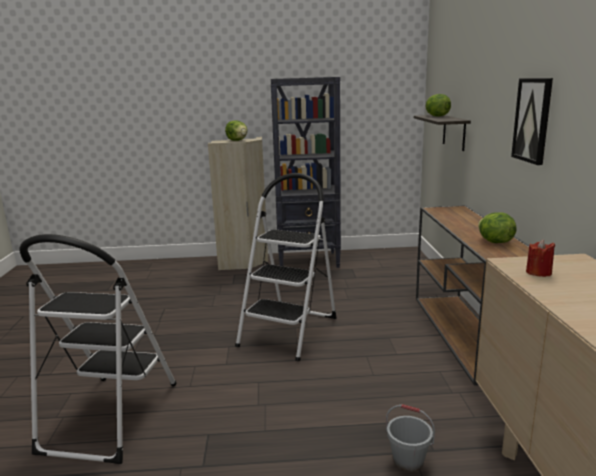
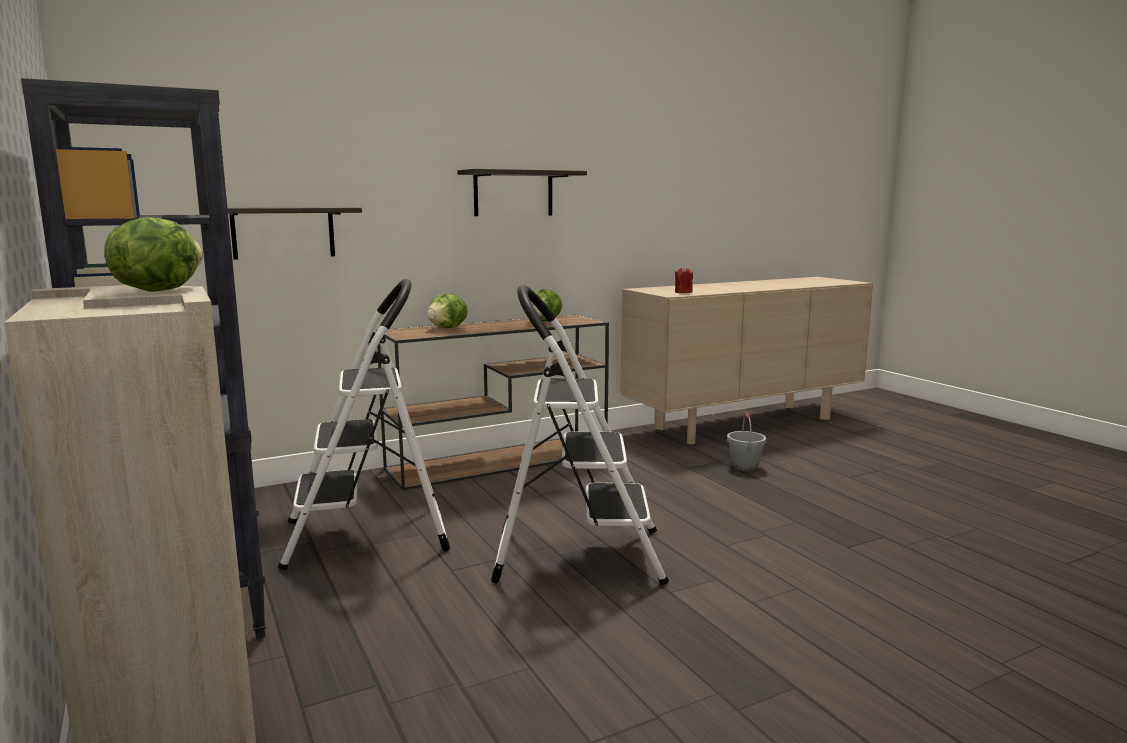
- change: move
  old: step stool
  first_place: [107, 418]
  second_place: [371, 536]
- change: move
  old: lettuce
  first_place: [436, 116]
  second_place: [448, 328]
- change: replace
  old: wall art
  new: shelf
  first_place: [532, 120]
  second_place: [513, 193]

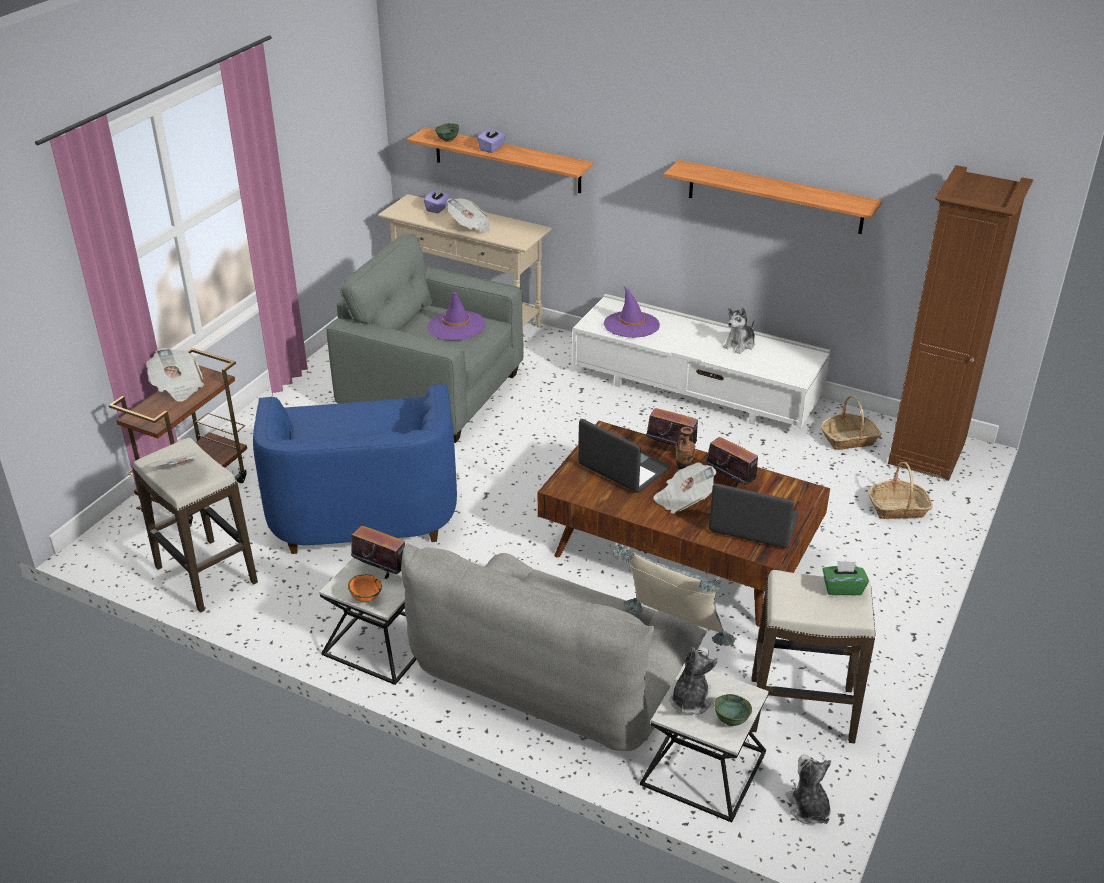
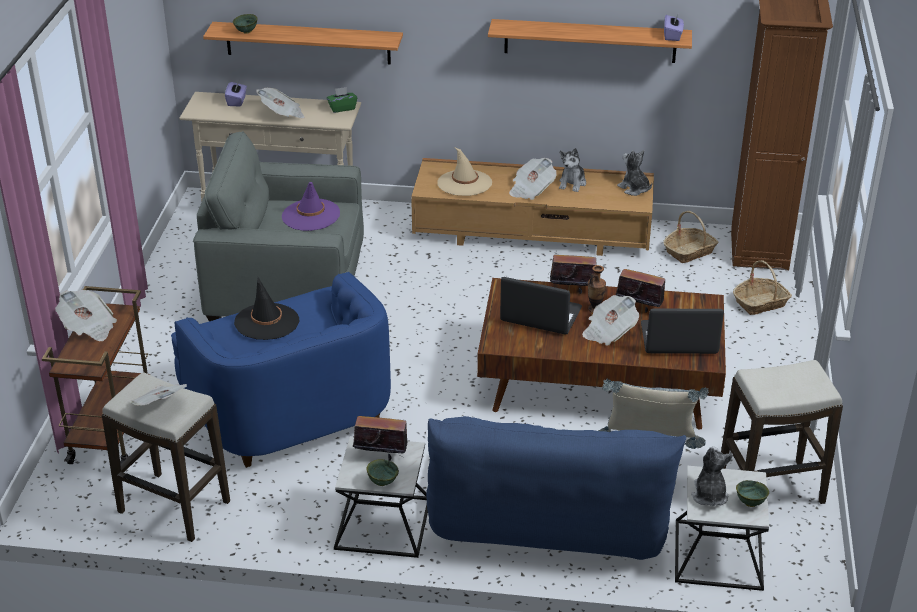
- change: recolor
  old: orangey serving bowl
  new: green serving bowl
  first_place: [366, 598]
  second_place: [382, 482]
- change: recolor
  old: greyish sofa
  new: blue sofa
  first_place: [556, 668]
  second_place: [551, 507]
- change: move
  old: purplish tissue box
  first_place: [492, 148]
  second_place: [672, 36]
- change: recolor
  old: whitish tv unit
  new: brown tv unit
  first_place: [696, 388]
  second_place: [533, 232]
- change: recolor
  old: purplish clothing hat
  new: beige clothing hat
  first_place: [631, 325]
  second_place: [464, 183]
- change: move
  old: cuddly toy
  first_place: [808, 808]
  second_place: [634, 189]
- change: move
  old: green tissue box
  first_place: [842, 588]
  second_place: [342, 108]
- change: insert
  new: black-coloured clothing hat
  second_place: [267, 322]
- change: insert
  new: printed paper
  second_place: [531, 190]

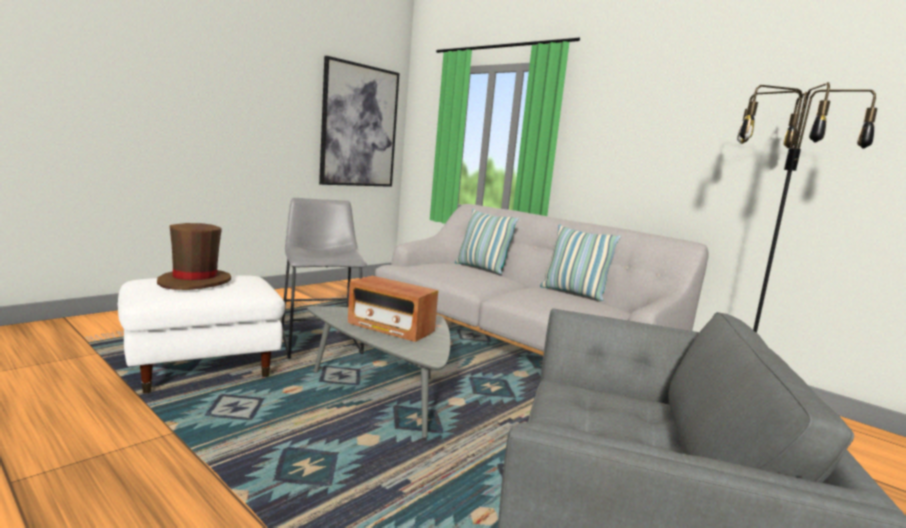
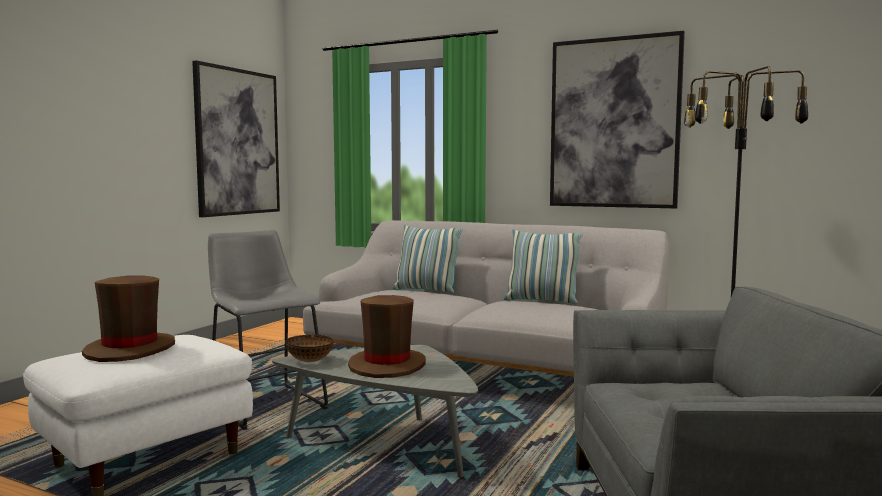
- change: replace
  old: radio receiver
  new: brown clothing hat
  first_place: [390, 328]
  second_place: [387, 365]
- change: insert
  new: serving bowl
  second_place: [310, 361]
- change: insert
  new: wall art
  second_place: [614, 123]

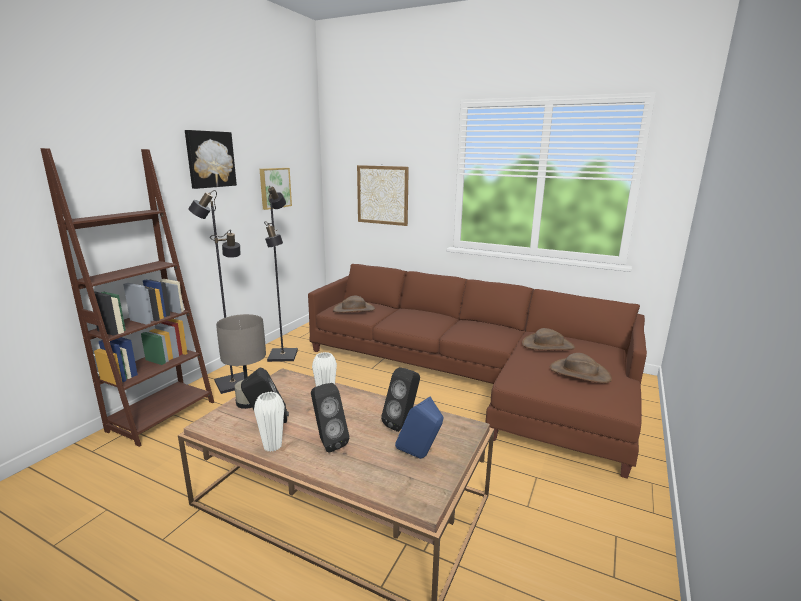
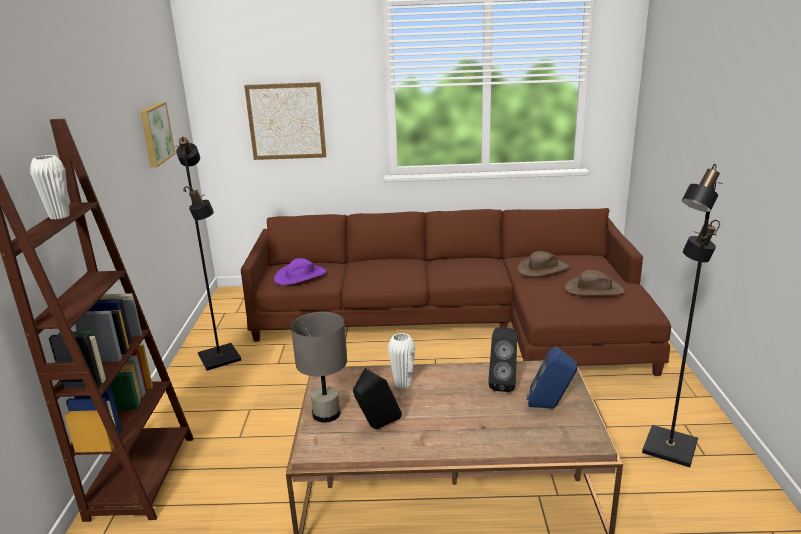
- change: delete
  old: wall art
  first_place: [210, 159]
- change: move
  old: black-coloured floor lamp
  first_place: [233, 383]
  second_place: [670, 447]
- change: move
  old: whitish flower vase
  first_place: [272, 446]
  second_place: [59, 216]
- change: delete
  old: black-coloured speaker
  first_place: [327, 442]
- change: recolor
  old: brown clothing hat
  new: purplish clothing hat
  first_place: [354, 309]
  second_place: [300, 276]

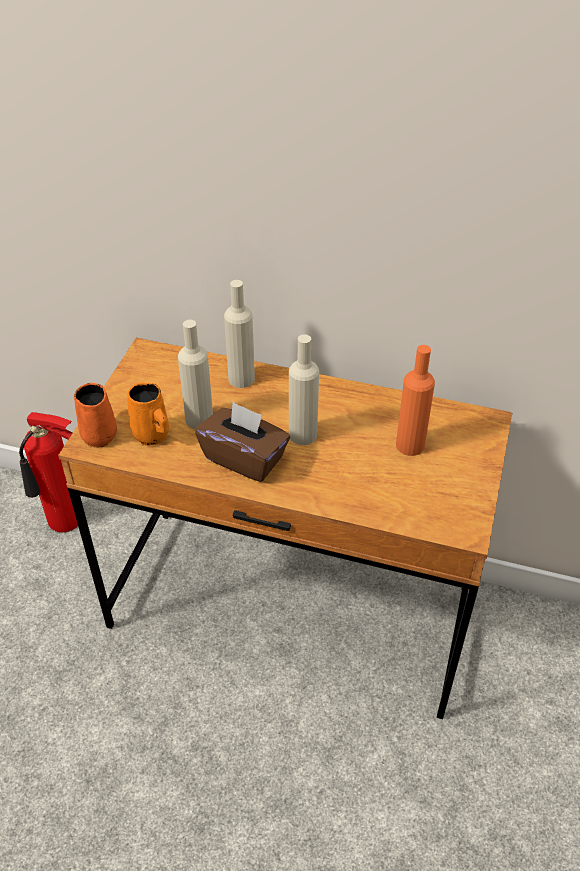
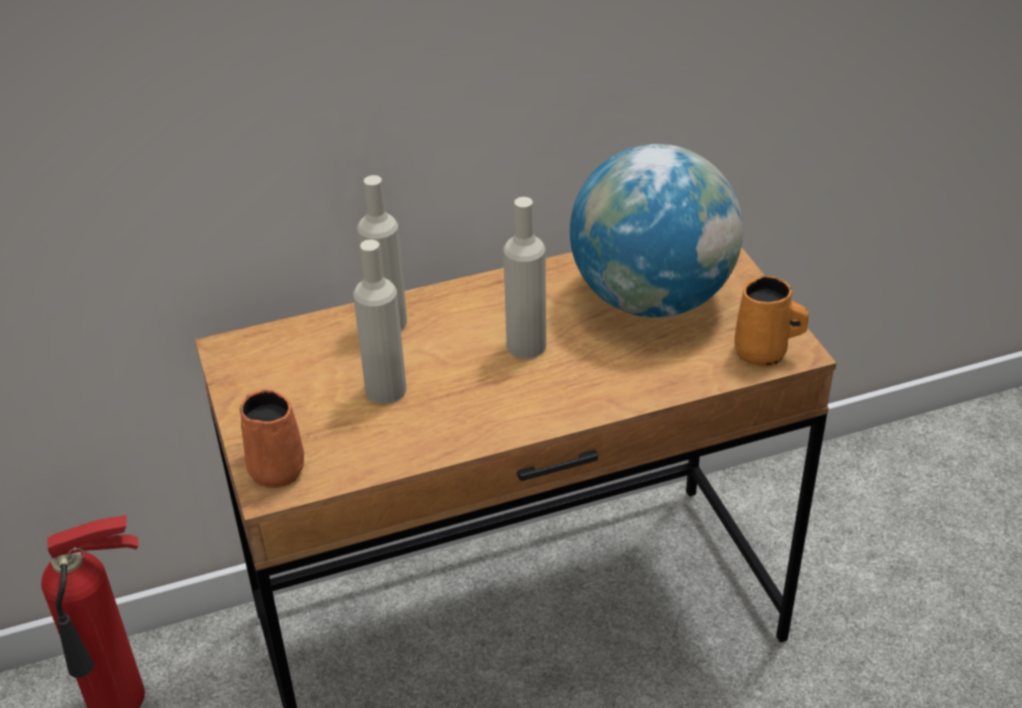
- change: move
  old: orangey coffee mug
  first_place: [152, 435]
  second_place: [763, 353]
- change: delete
  old: brown tissue box
  first_place: [244, 458]
- change: replace
  old: orangey beverage bottle
  new: desk globe
  first_place: [410, 445]
  second_place: [652, 299]

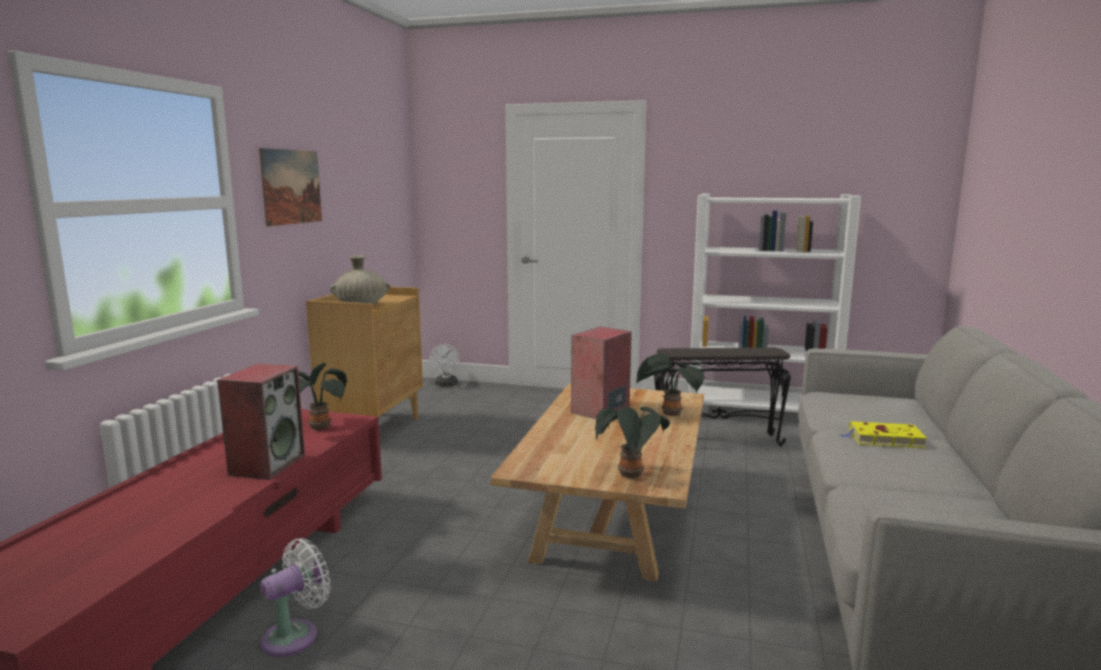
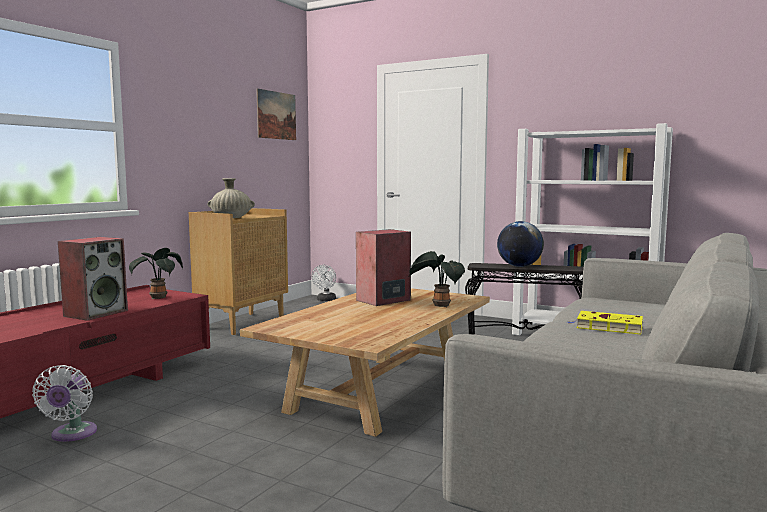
- change: move
  old: wall art
  first_place: [291, 187]
  second_place: [276, 115]
- change: rotate
  old: whitish fan
  first_place: [295, 635]
  second_place: [72, 434]
  degrees: 120
- change: delete
  old: plant in a pot
  first_place: [631, 476]
- change: insert
  new: desk globe
  second_place: [519, 266]

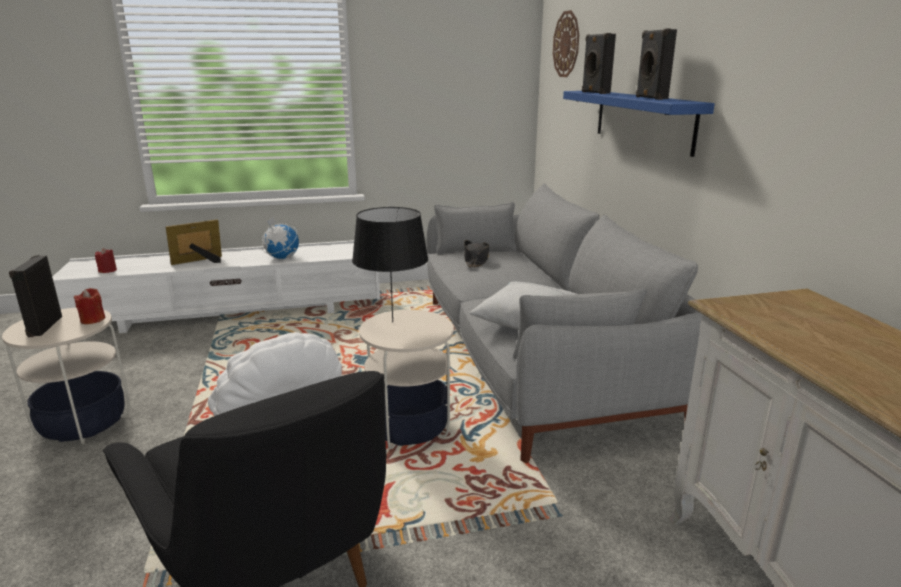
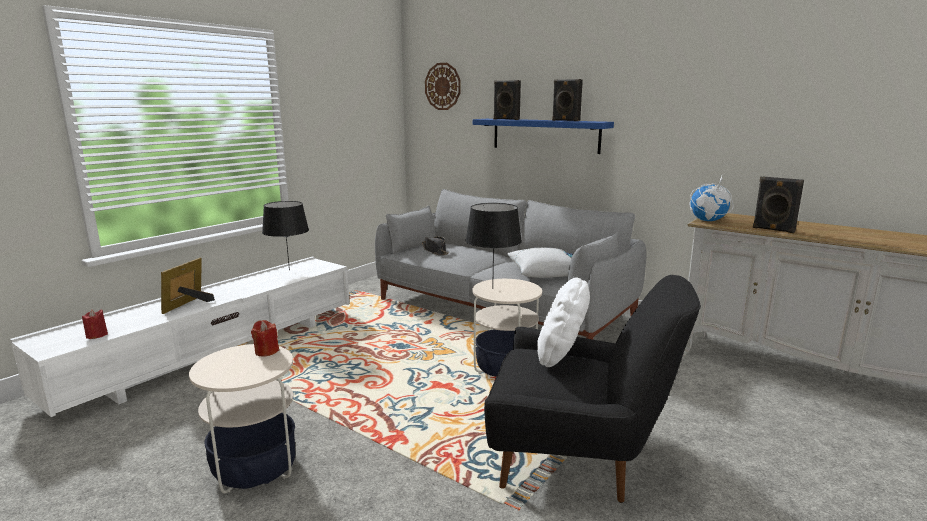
- change: move
  old: black-coloured speaker
  first_place: [43, 326]
  second_place: [773, 230]
- change: move
  old: desk globe
  first_place: [282, 258]
  second_place: [707, 221]
- change: insert
  new: black-coloured table lamp
  second_place: [289, 270]

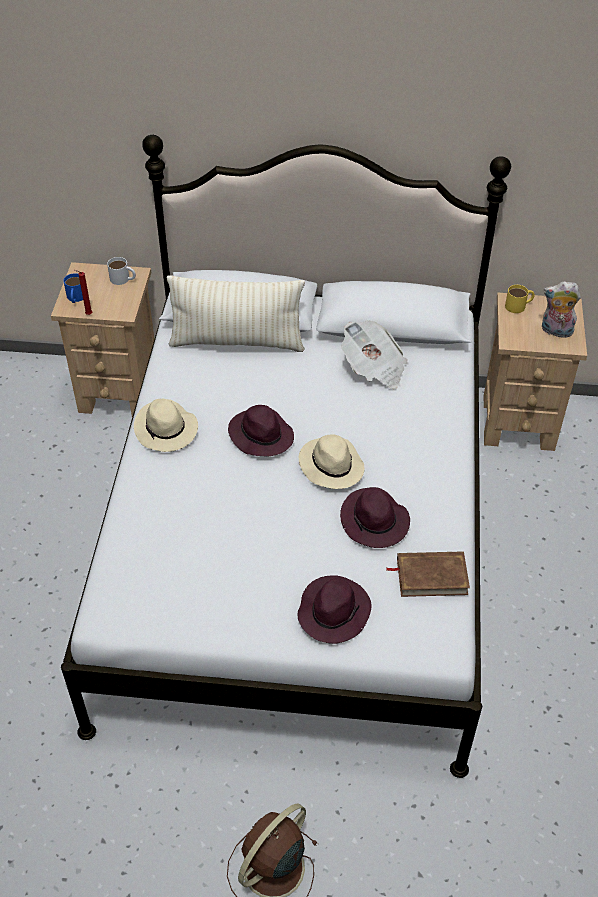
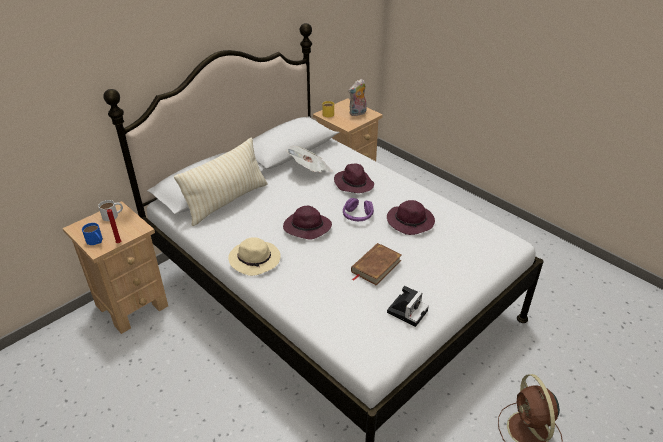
- change: move
  old: purplish clothing hat
  first_place: [333, 611]
  second_place: [353, 183]
- change: replace
  old: beige clothing hat
  new: purplish pair of headphones
  first_place: [330, 465]
  second_place: [357, 216]
- change: move
  old: brown book
  first_place: [431, 576]
  second_place: [375, 266]
- change: insert
  new: still camera
  second_place: [407, 310]

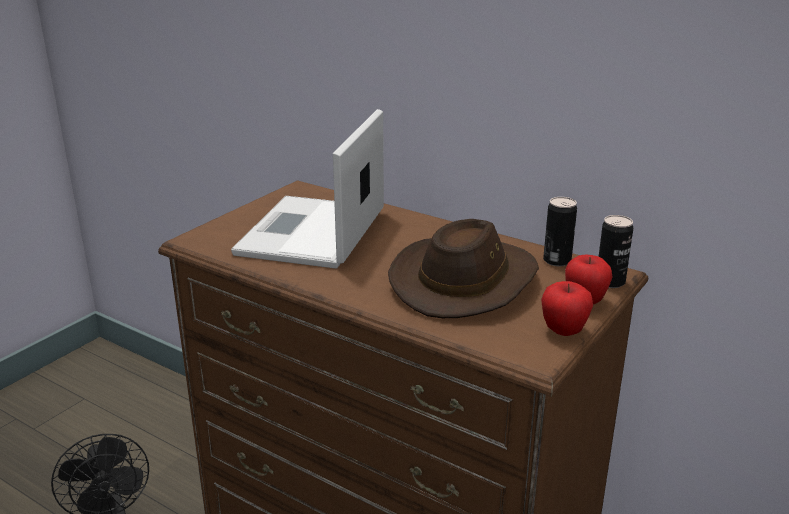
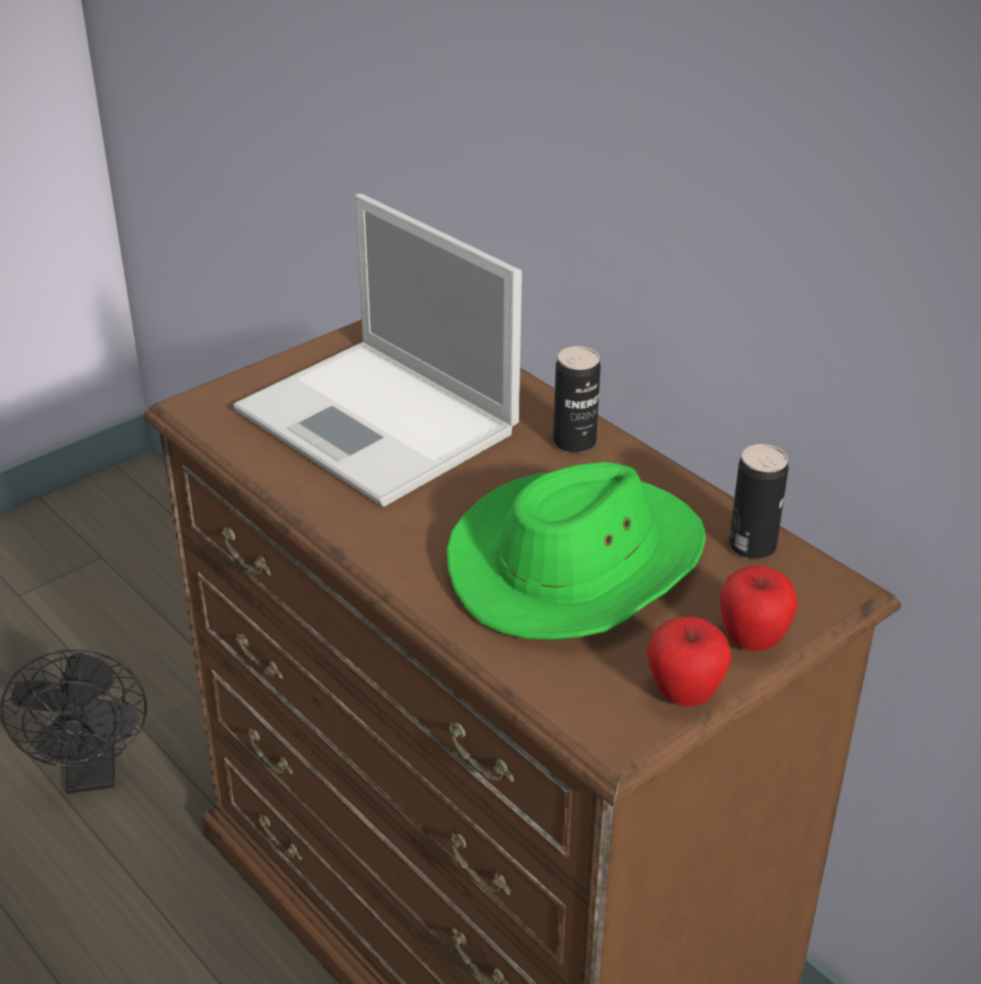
- change: rotate
  old: notebook computer
  first_place: [312, 234]
  second_place: [380, 423]
  degrees: -75
- change: recolor
  old: brown clothing hat
  new: green clothing hat
  first_place: [465, 281]
  second_place: [578, 562]
- change: move
  old: metal can
  first_place: [610, 282]
  second_place: [574, 442]

